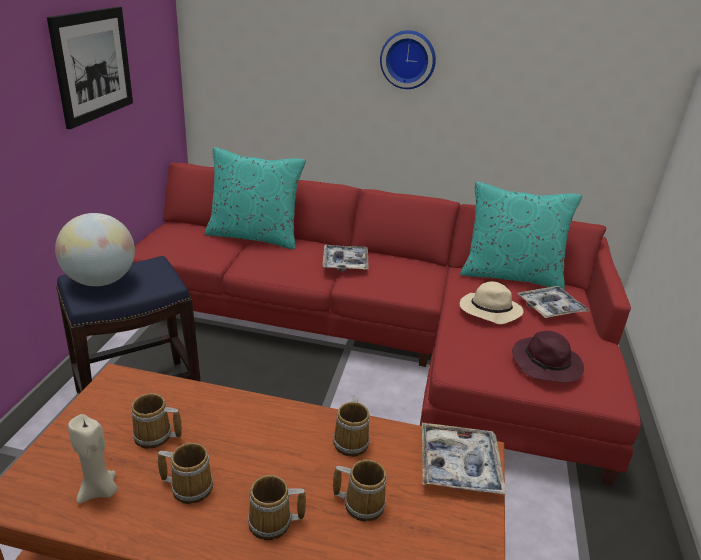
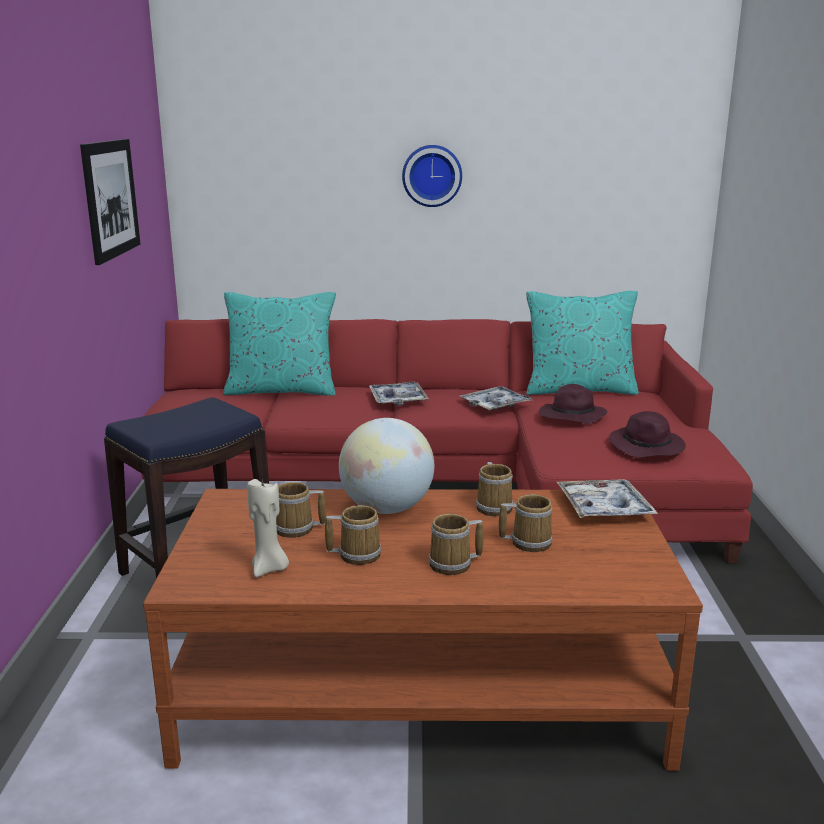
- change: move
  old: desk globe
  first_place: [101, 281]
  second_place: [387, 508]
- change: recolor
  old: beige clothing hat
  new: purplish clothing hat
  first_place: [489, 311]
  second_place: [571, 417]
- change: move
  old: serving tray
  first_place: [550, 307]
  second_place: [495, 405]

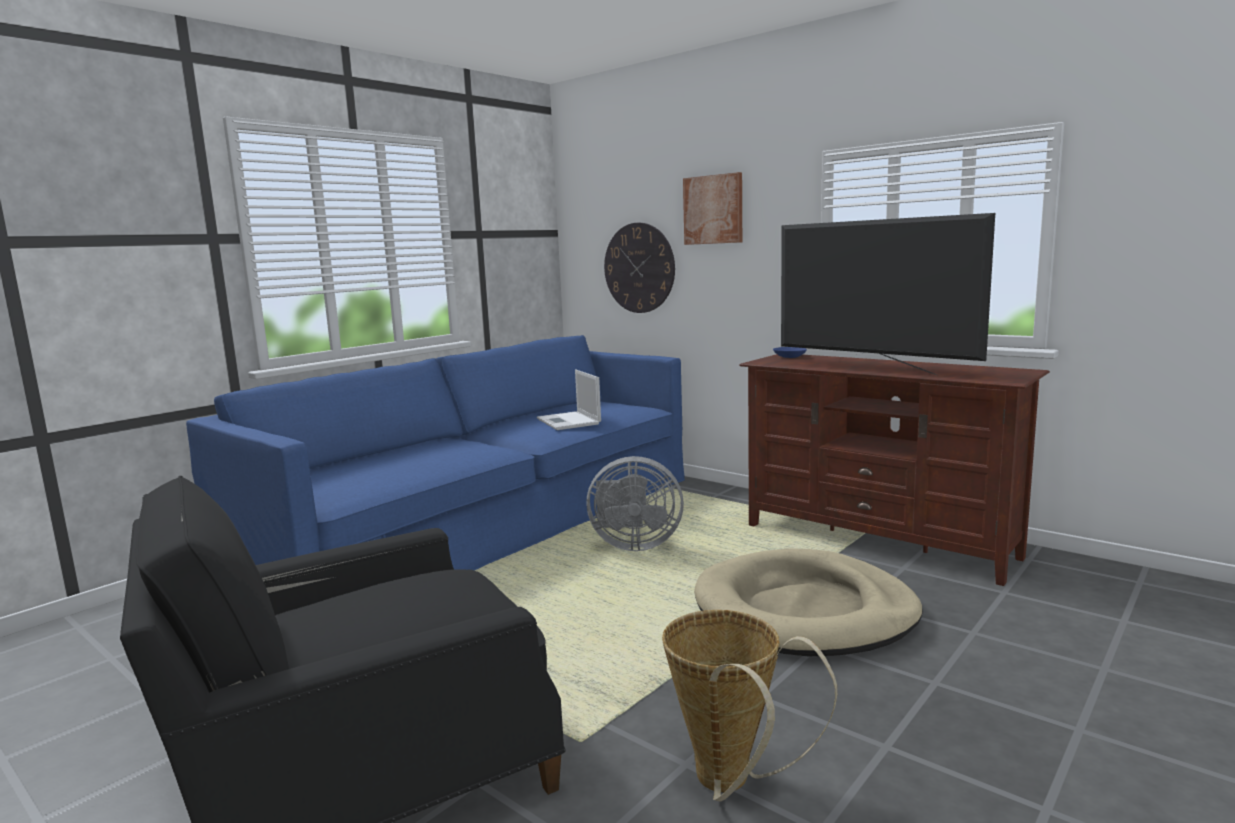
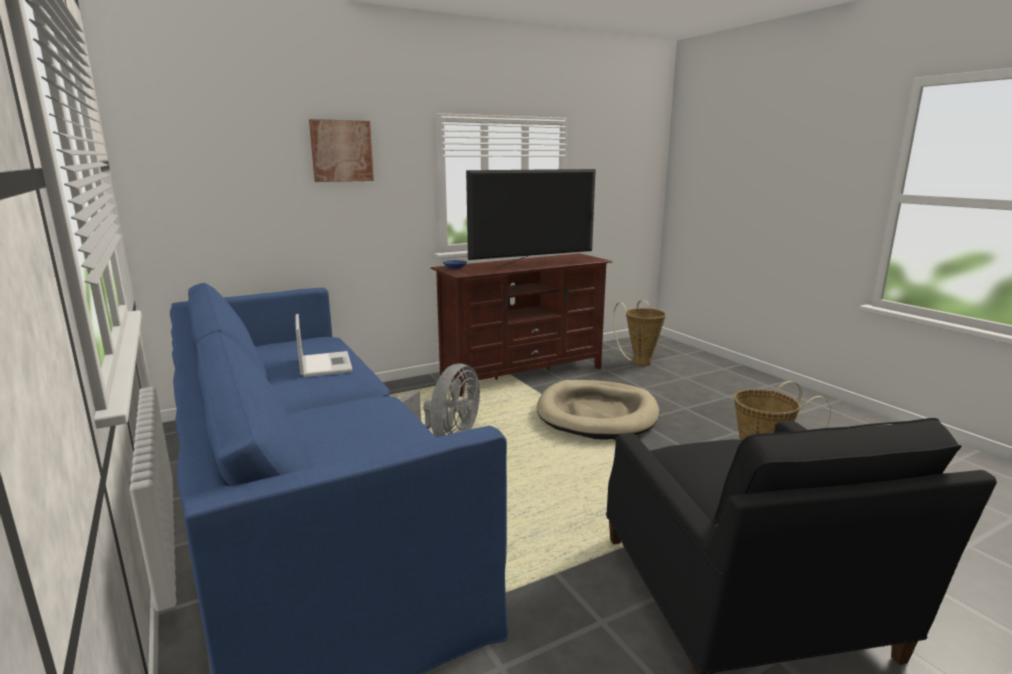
- change: rotate
  old: notebook computer
  first_place: [569, 421]
  second_place: [325, 364]
  degrees: -105
- change: delete
  old: wall clock
  first_place: [639, 268]
- change: insert
  new: basket
  second_place: [639, 361]

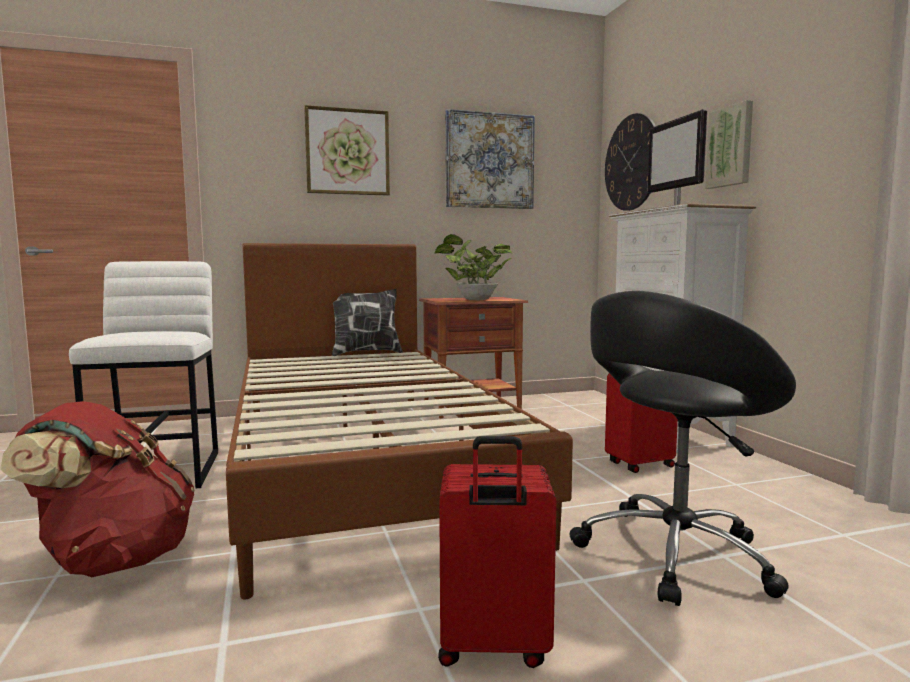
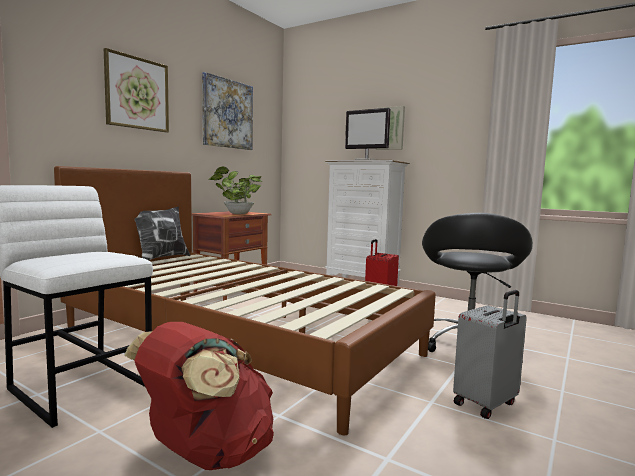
- change: recolor
  old: red-coloured piece of luggage
  new: greyish piece of luggage
  first_place: [493, 648]
  second_place: [486, 404]
- change: delete
  old: wall clock
  first_place: [632, 163]

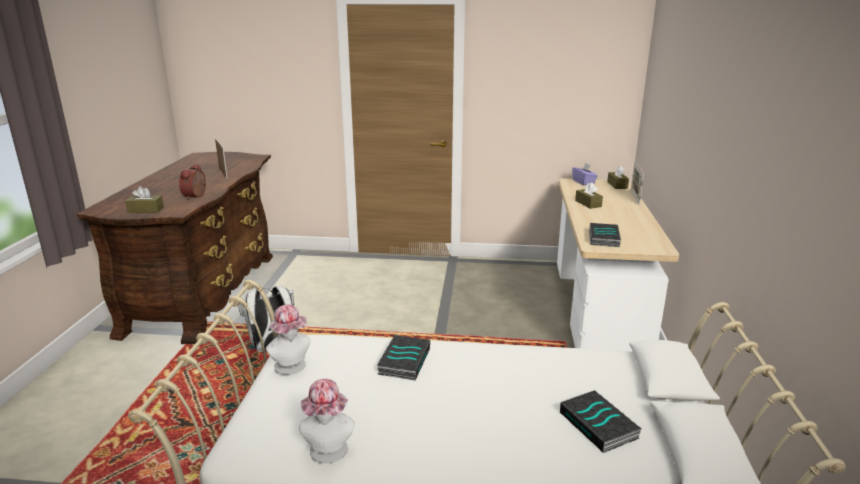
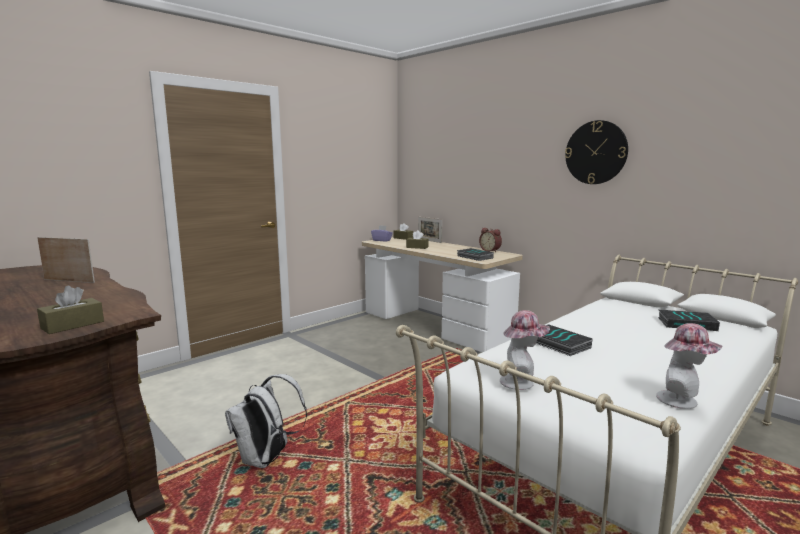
- change: move
  old: bedside clock
  first_place: [196, 196]
  second_place: [490, 250]
- change: insert
  new: wall clock
  second_place: [596, 152]

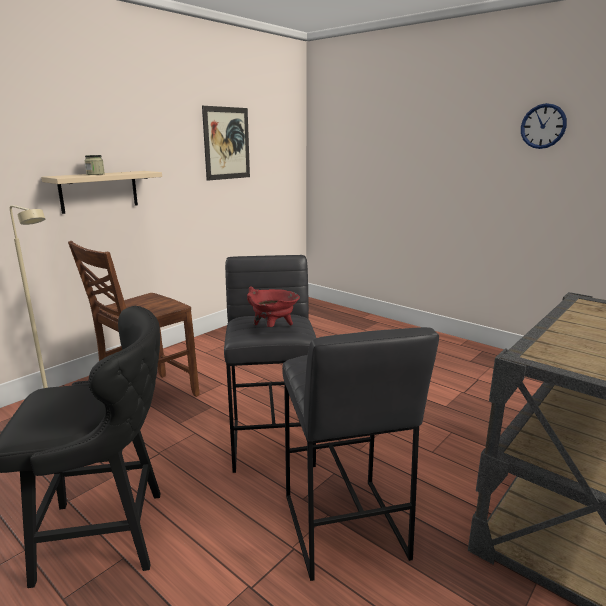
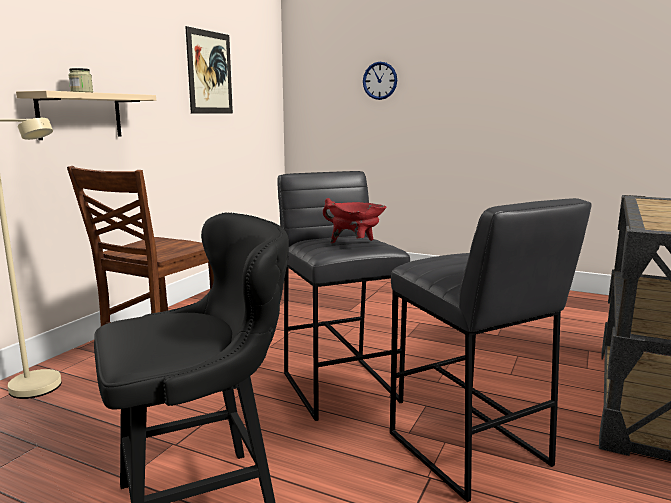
- change: move
  old: wall clock
  first_place: [543, 126]
  second_place: [380, 80]

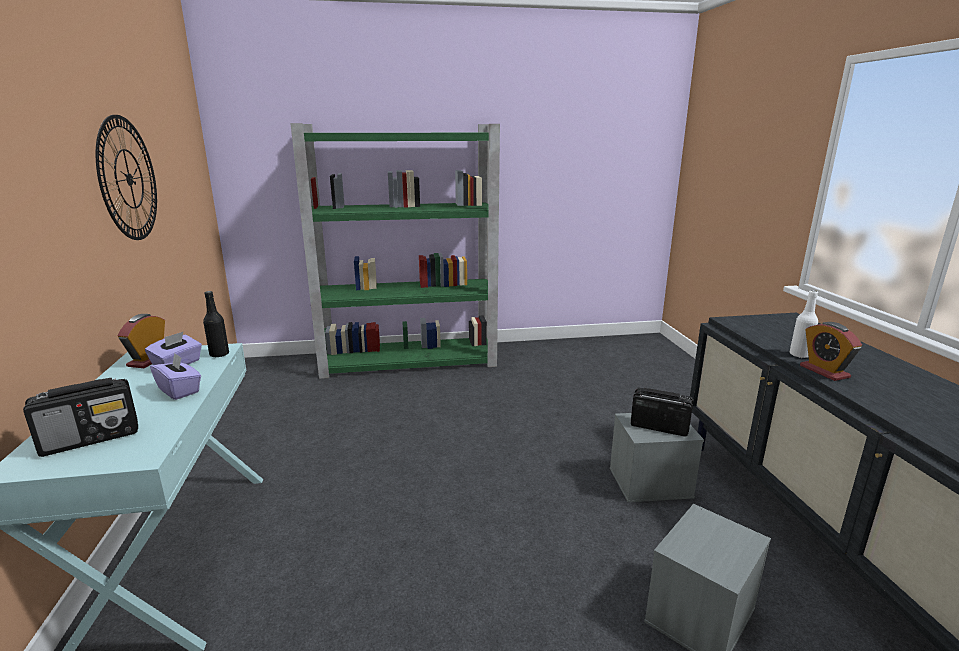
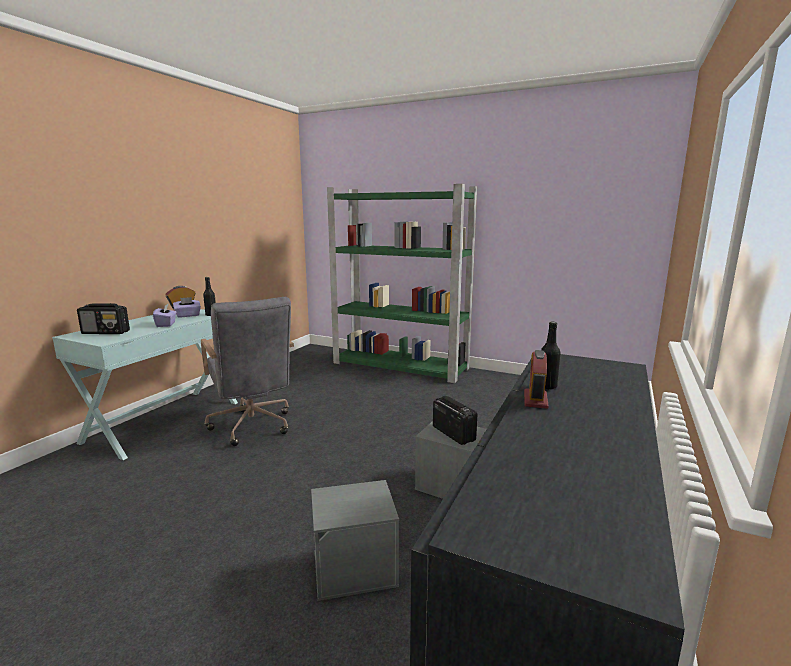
- change: delete
  old: wall clock
  first_place: [128, 179]
- change: recolor
  old: whitish beverage bottle
  new: black-coloured beverage bottle
  first_place: [799, 355]
  second_place: [547, 386]
- change: insert
  new: greyish computer chair
  second_place: [253, 428]

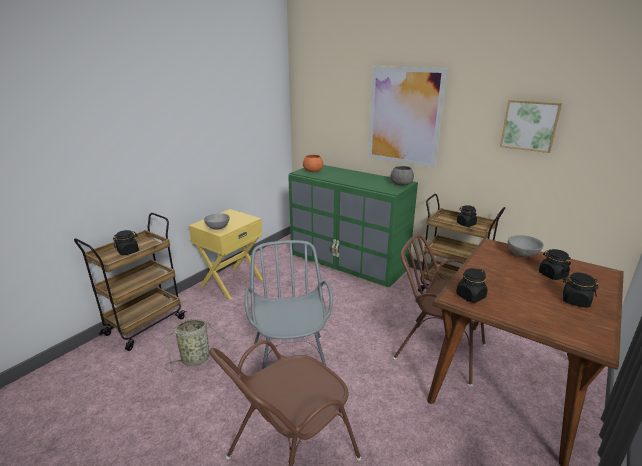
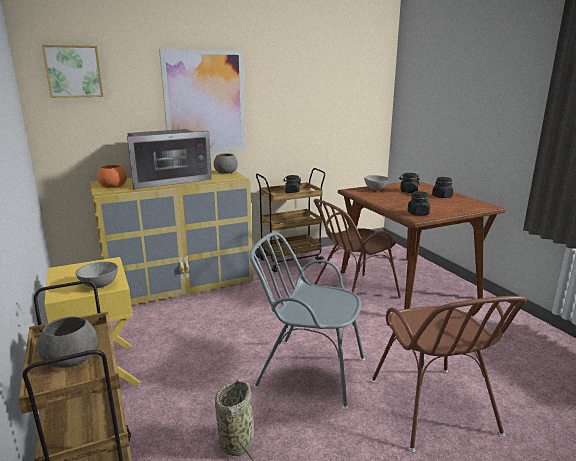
- change: replace
  old: black-coloured storage jar
  new: greyish serving bowl
  first_place: [128, 251]
  second_place: [72, 359]
- change: recolor
  old: green storage cabinet
  new: yellow storage cabinet
  first_place: [348, 262]
  second_place: [180, 284]
- change: move
  old: wall art
  first_place: [530, 125]
  second_place: [73, 71]
- change: insert
  new: microwave
  second_place: [168, 180]

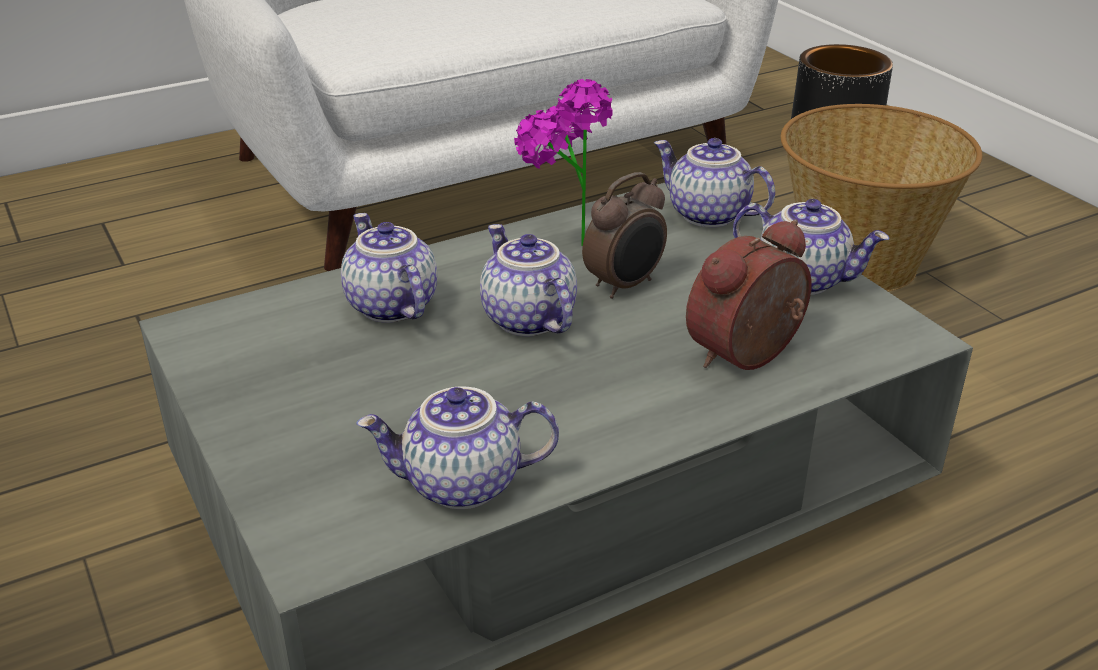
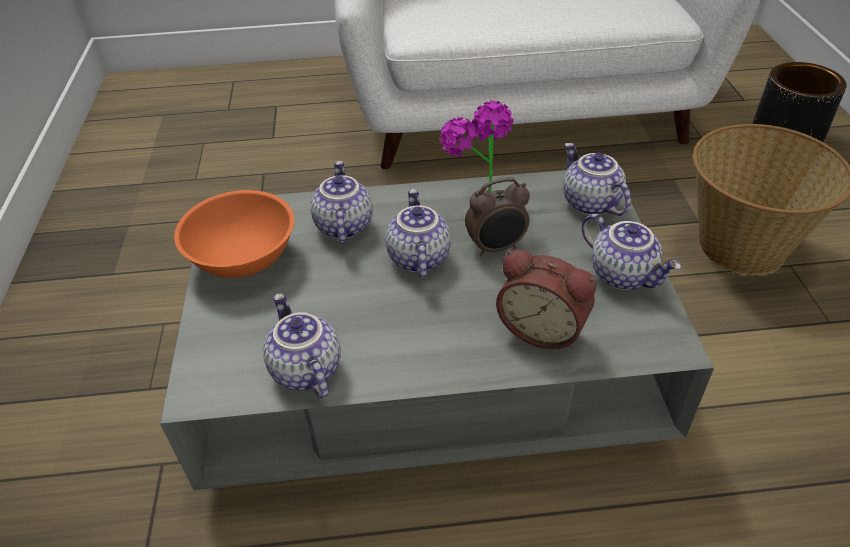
- change: rotate
  old: teapot
  first_place: [461, 485]
  second_place: [304, 370]
  degrees: 45
- change: rotate
  old: bedside clock
  first_place: [749, 356]
  second_place: [543, 328]
  degrees: -135
- change: insert
  new: orangey serving bowl
  second_place: [242, 258]

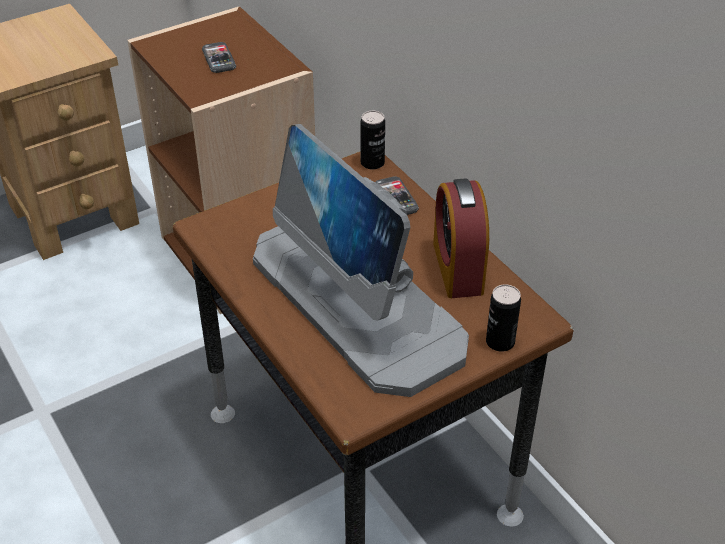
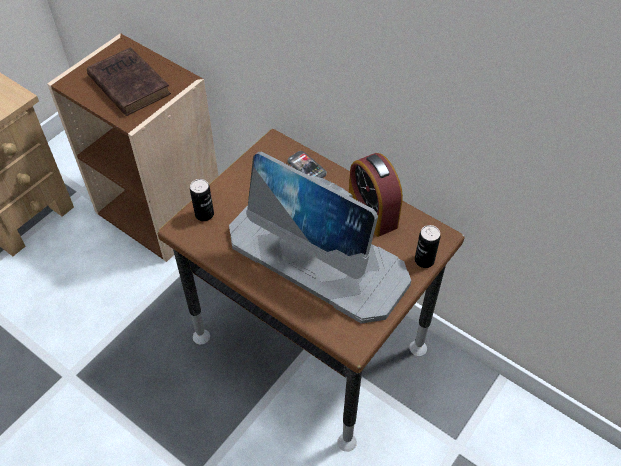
- change: replace
  old: phone
  new: brown book
  first_place: [219, 59]
  second_place: [128, 84]
- change: move
  old: metal can
  first_place: [372, 163]
  second_place: [204, 214]

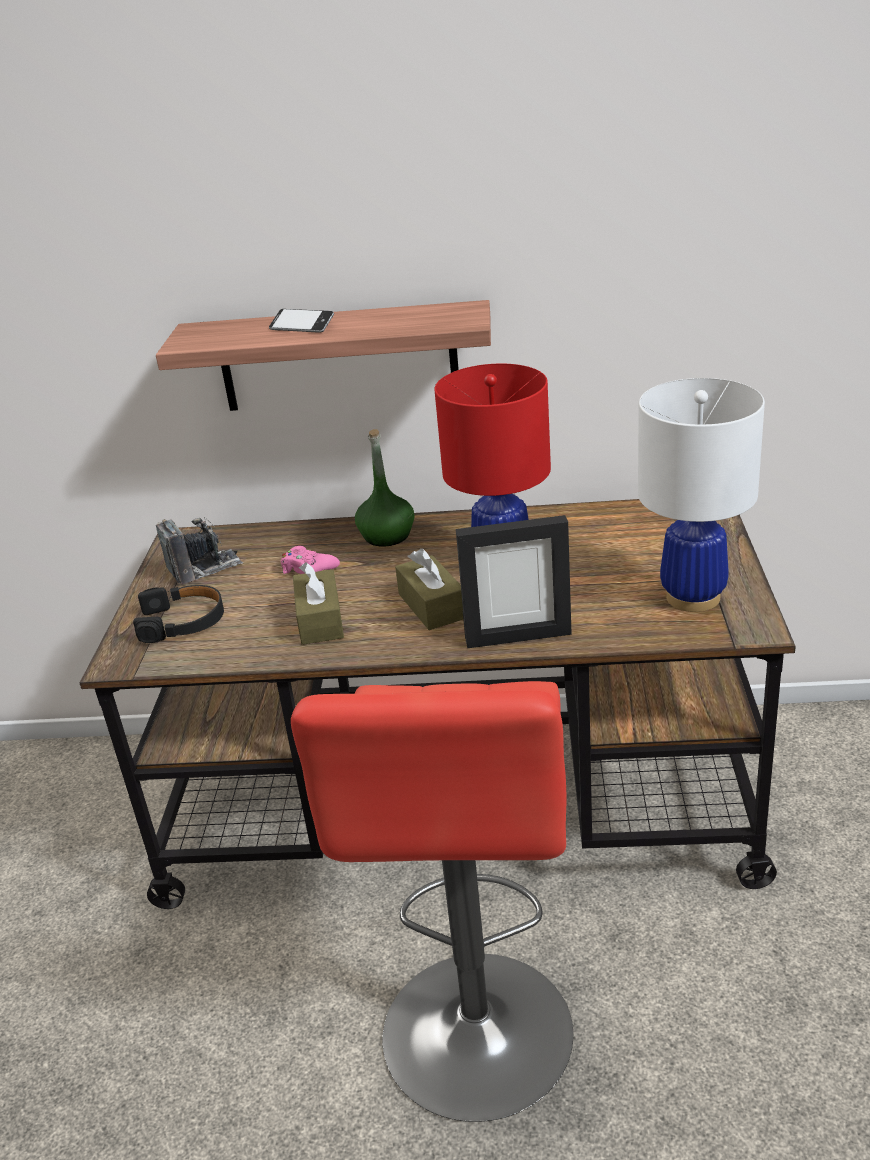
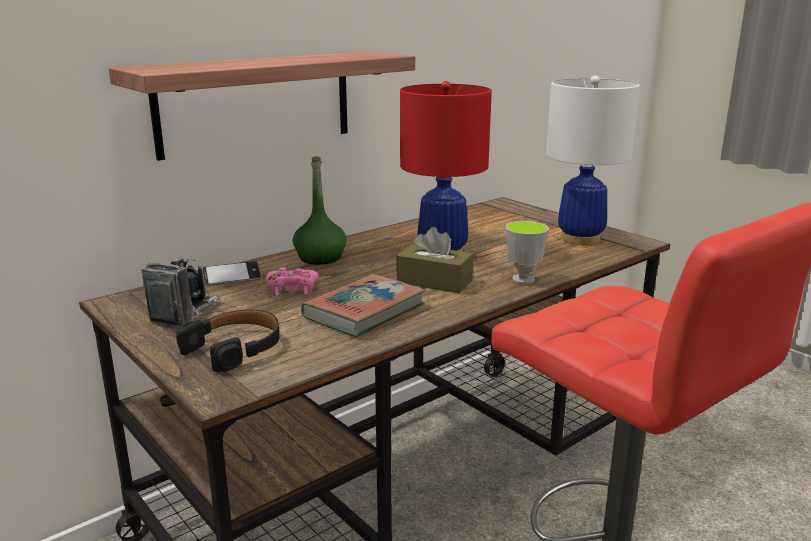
- change: move
  old: phone
  first_place: [302, 326]
  second_place: [232, 278]
- change: replace
  old: brown tissue box
  new: book
  first_place: [320, 620]
  second_place: [364, 311]
- change: replace
  old: photo frame
  new: small cup
  first_place: [518, 636]
  second_place: [523, 279]

